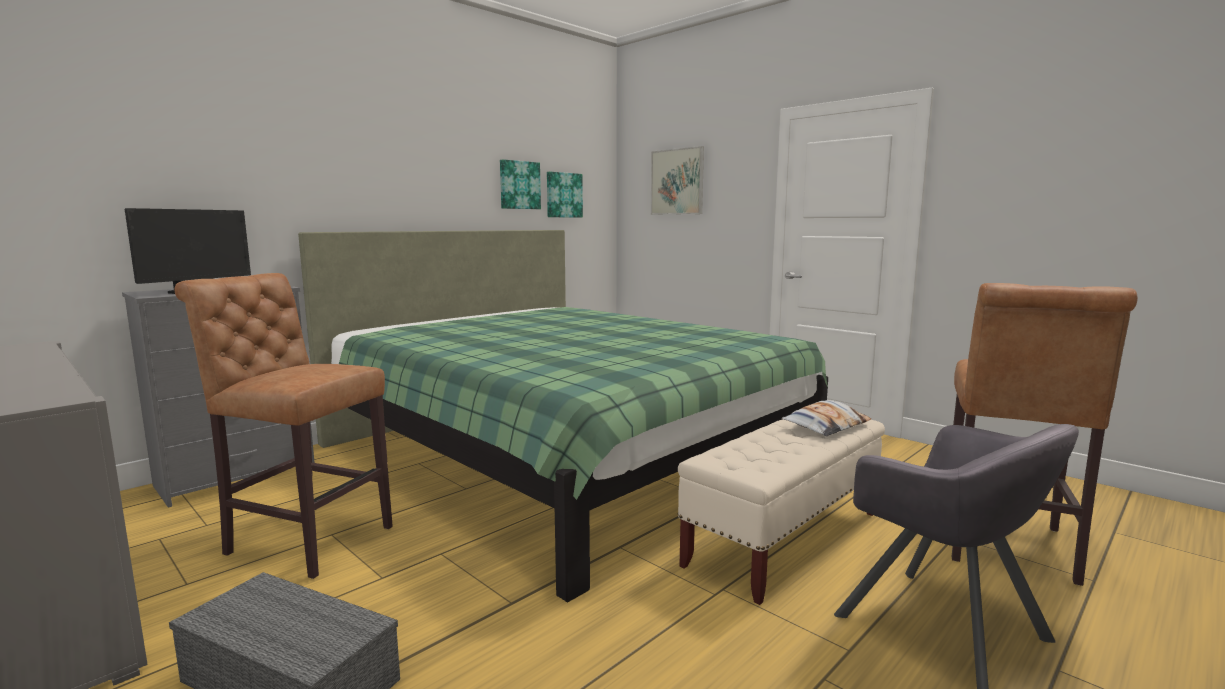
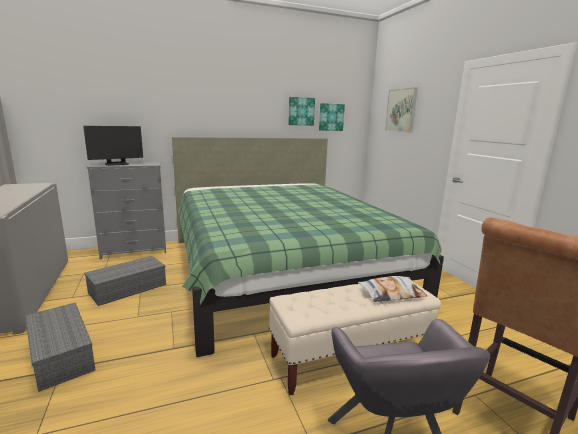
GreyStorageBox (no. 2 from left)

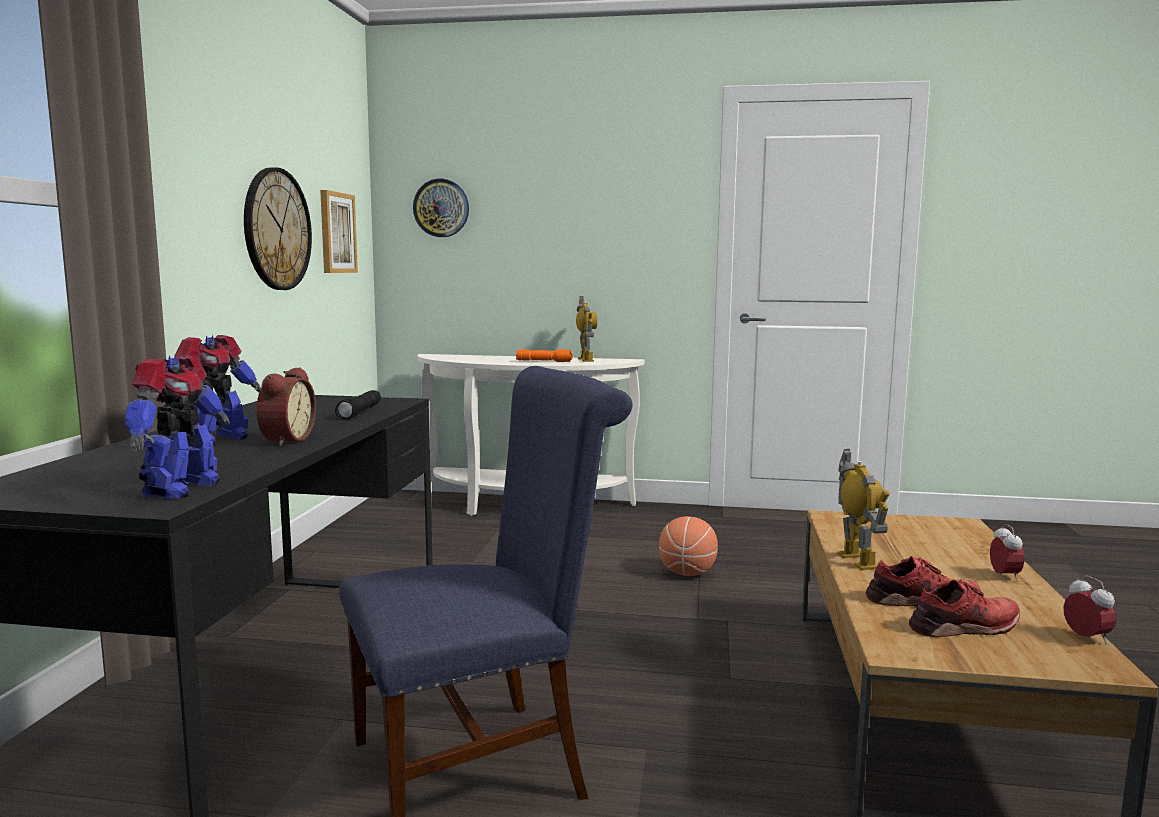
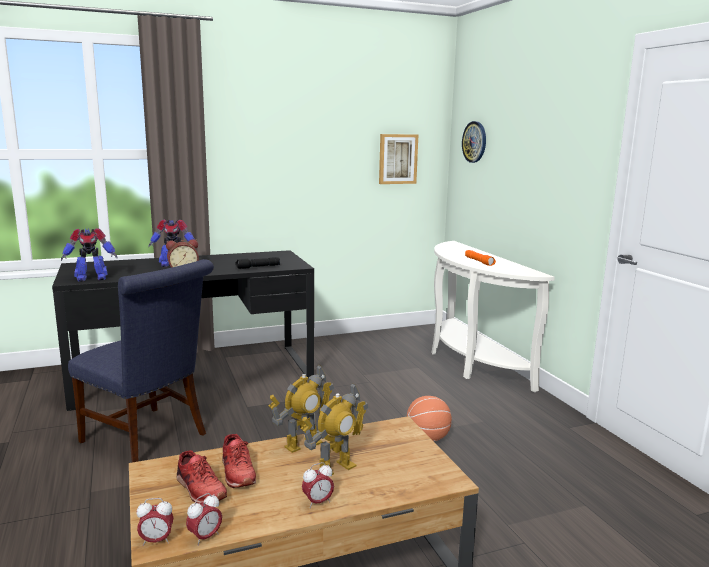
WallClock (no. 1 from left in the first image); ToyRobot (no. 4 from left); AlarmClock (no. 1 from left)

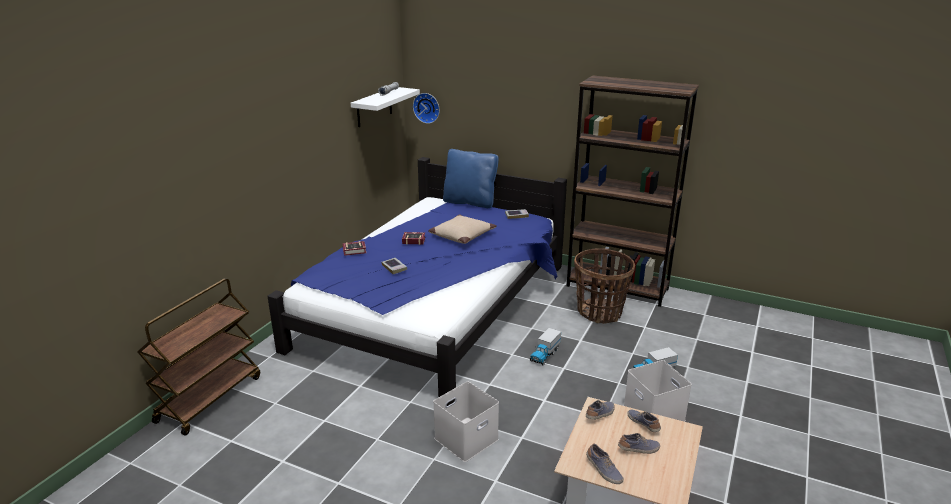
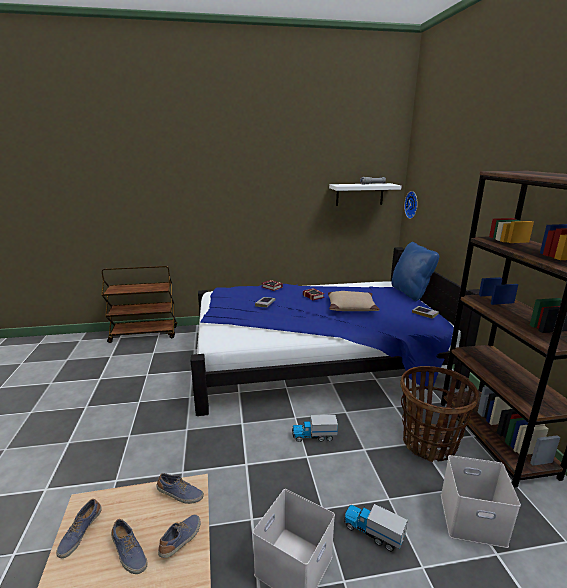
WhiteStorageBox (no. 2 from left)

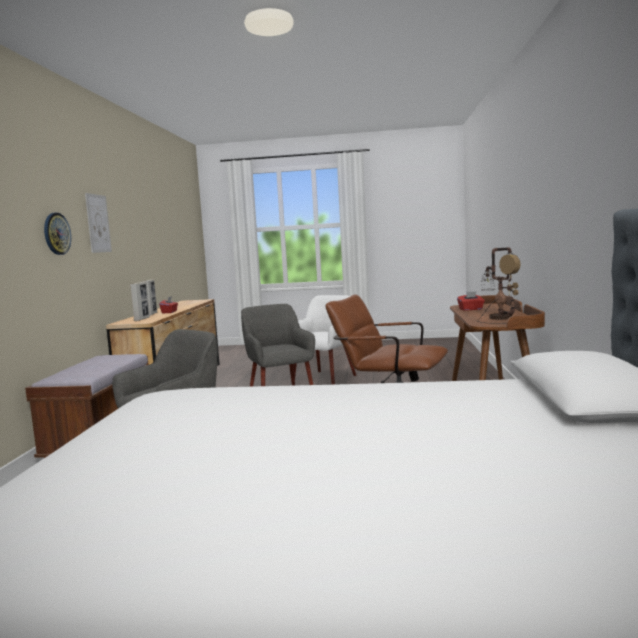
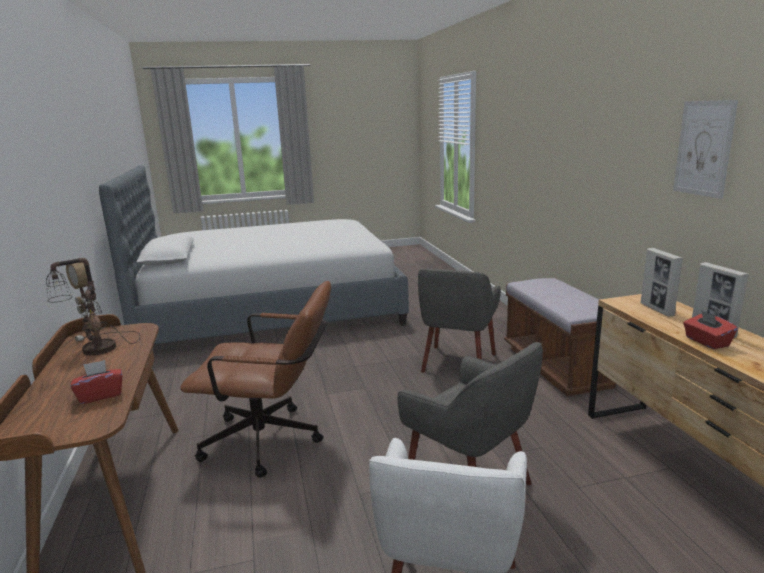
WallClock

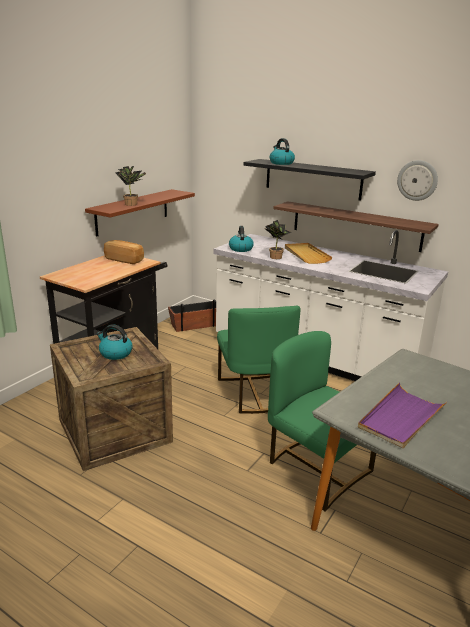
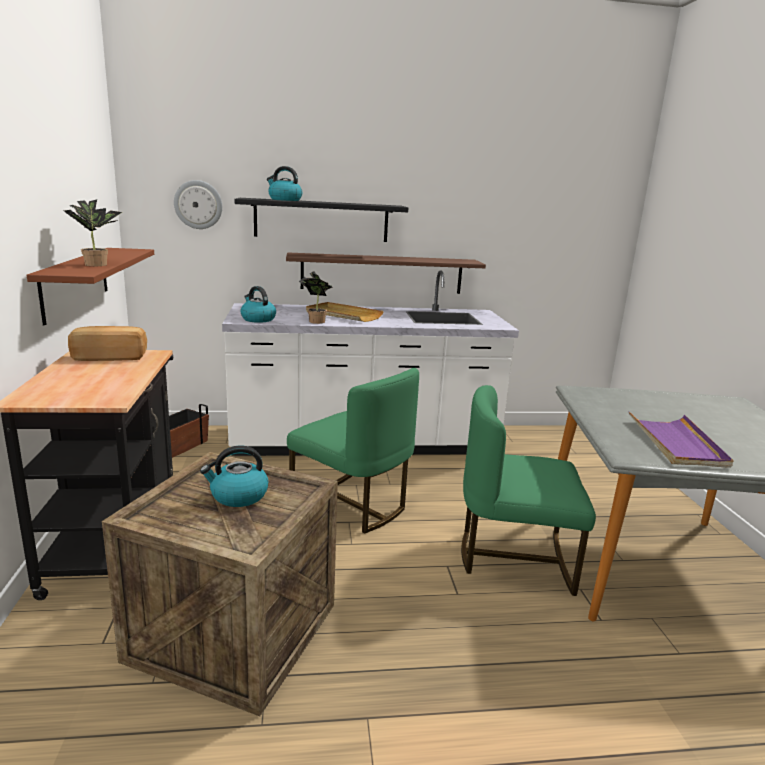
WallClock

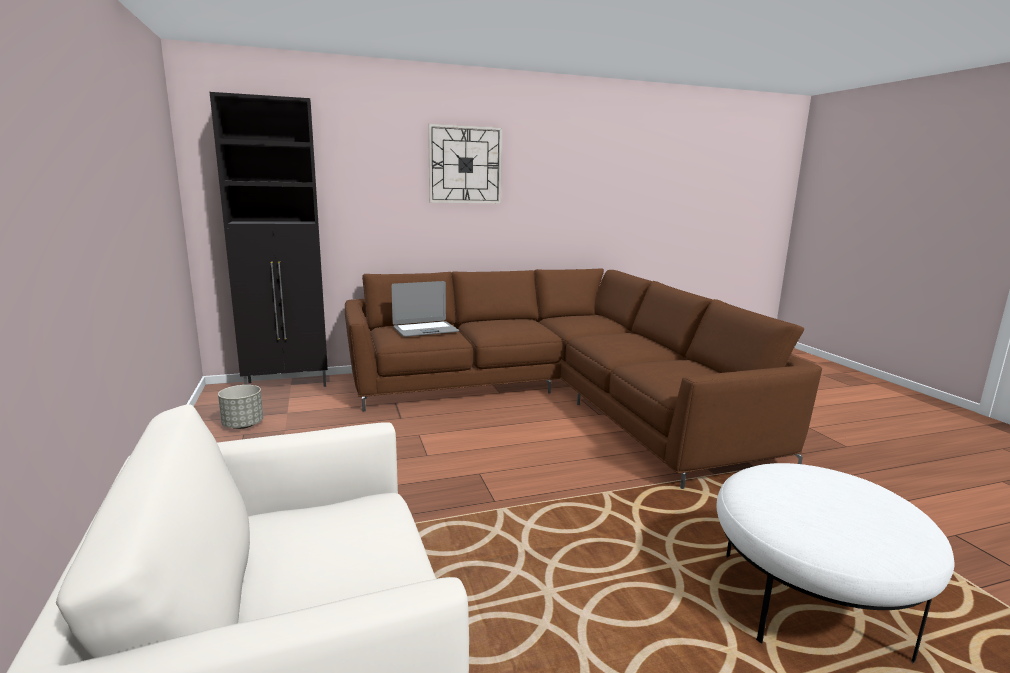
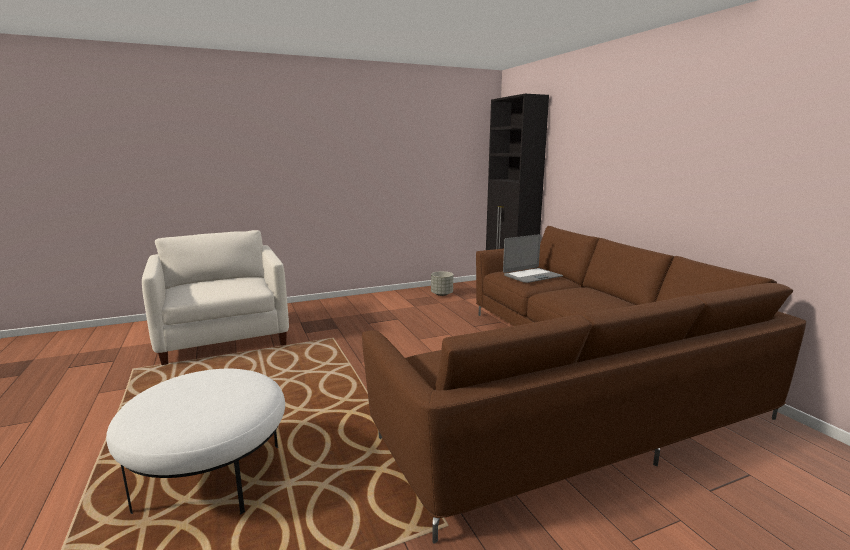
WallClock; Laptop

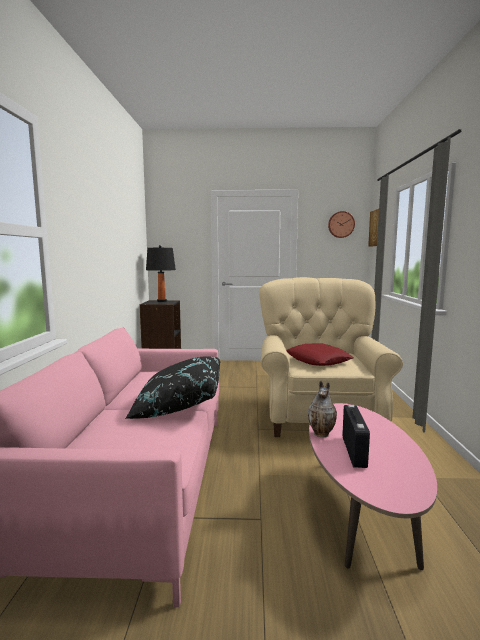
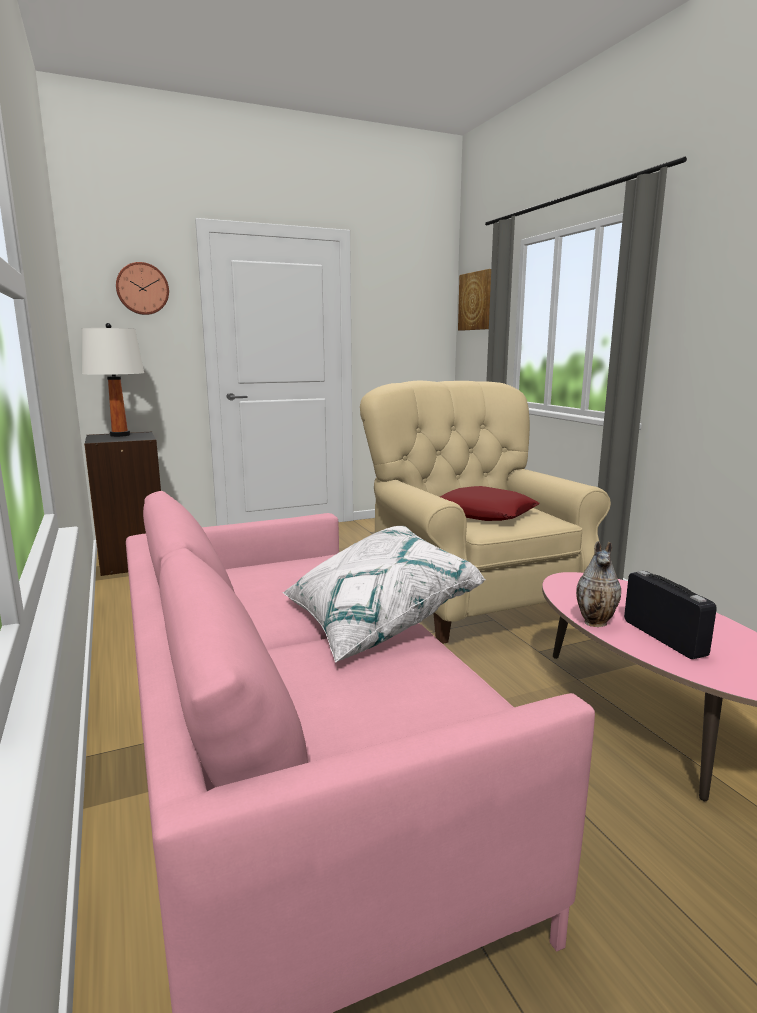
WallClock; WhiteTableLamp; WhitePillow

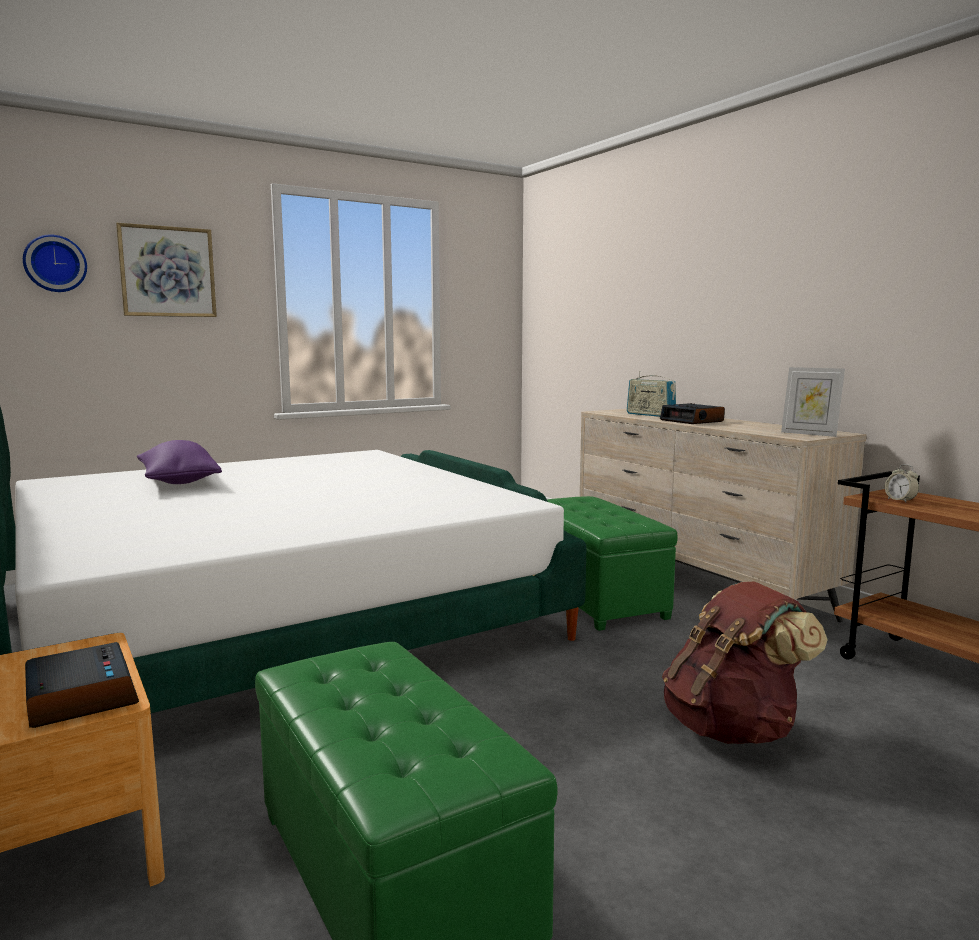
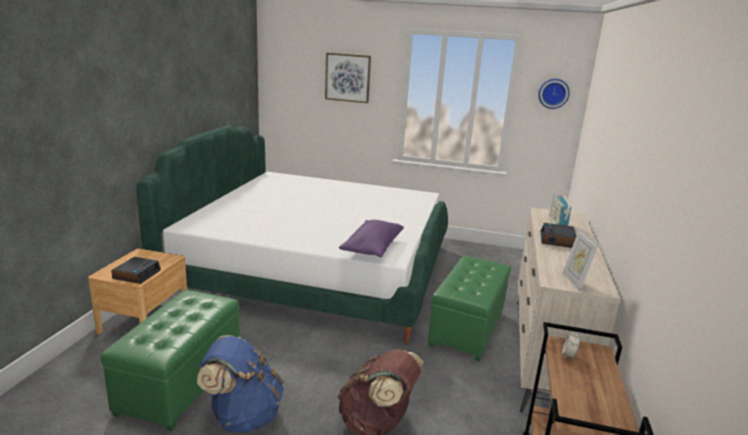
WallClock; PurplePillow; BlueBackpack

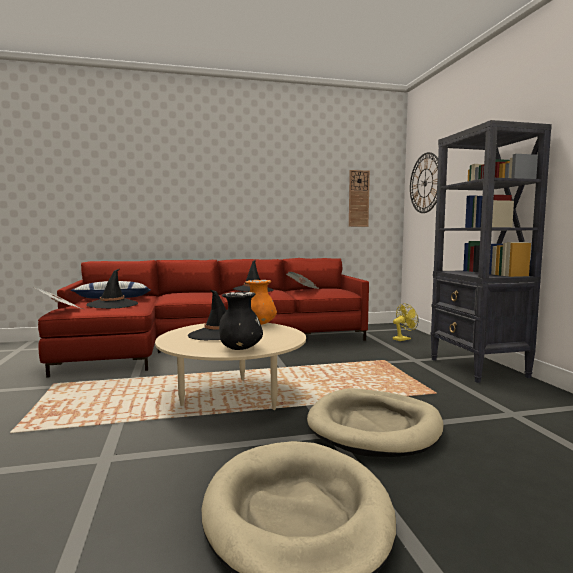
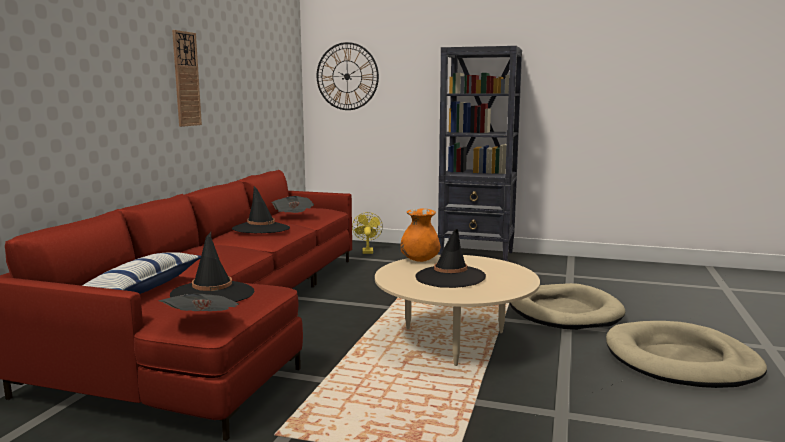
WallClock (no. 1 from left); BlackVase

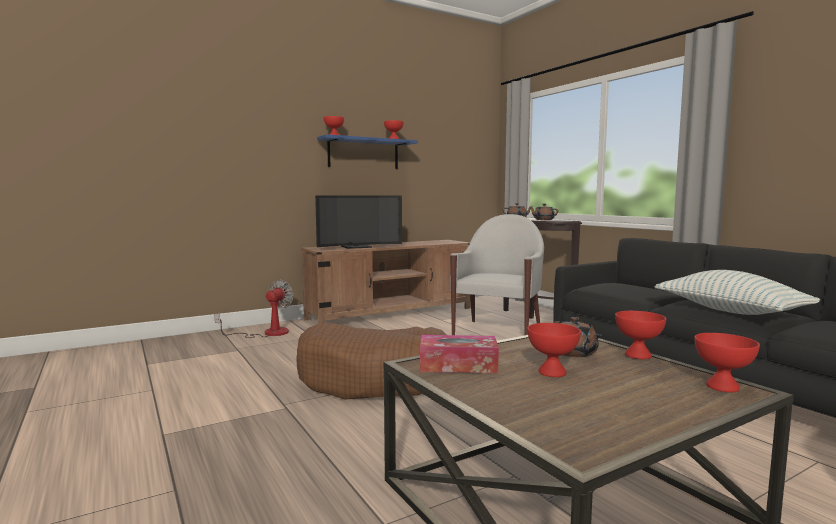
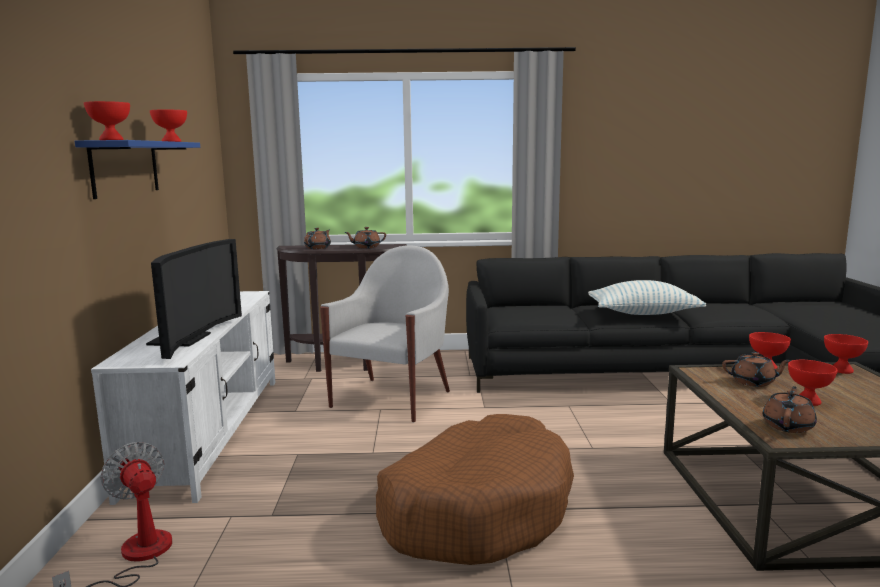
WhiteArmchair; WhiteTvStand; BrownTeapot (no. 4 from left)

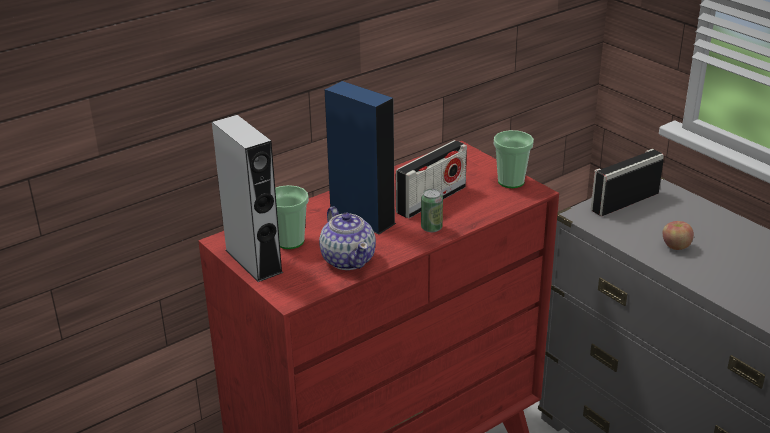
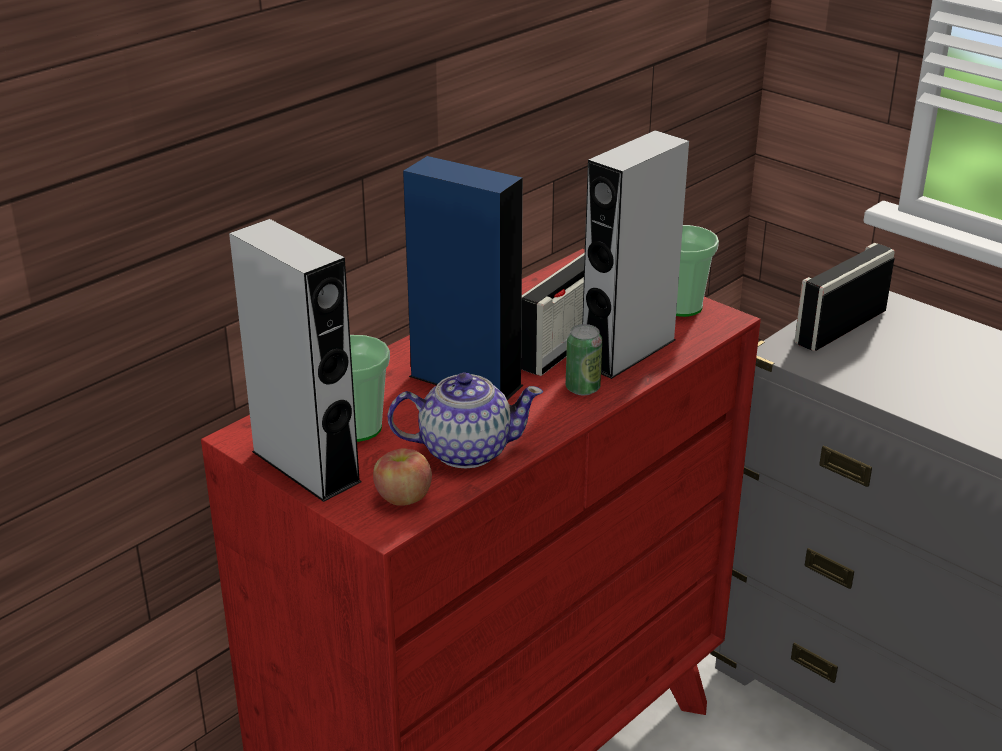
Teapot; Apple; GreySpeaker (no. 2 from left)

